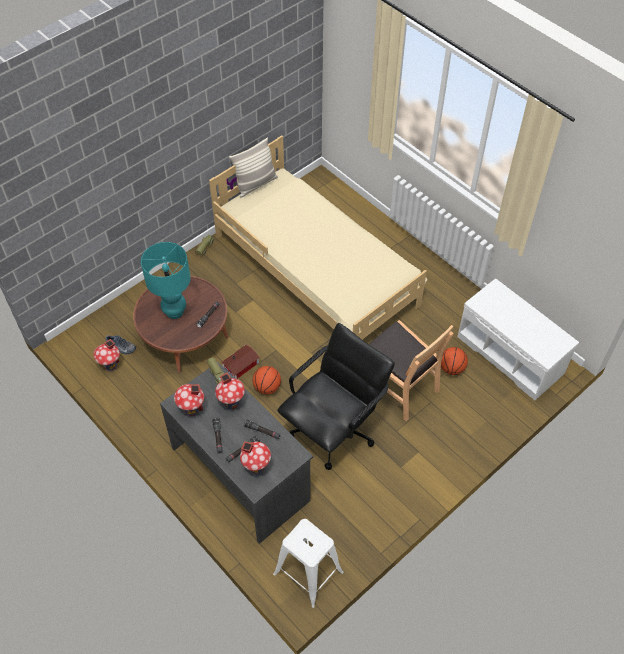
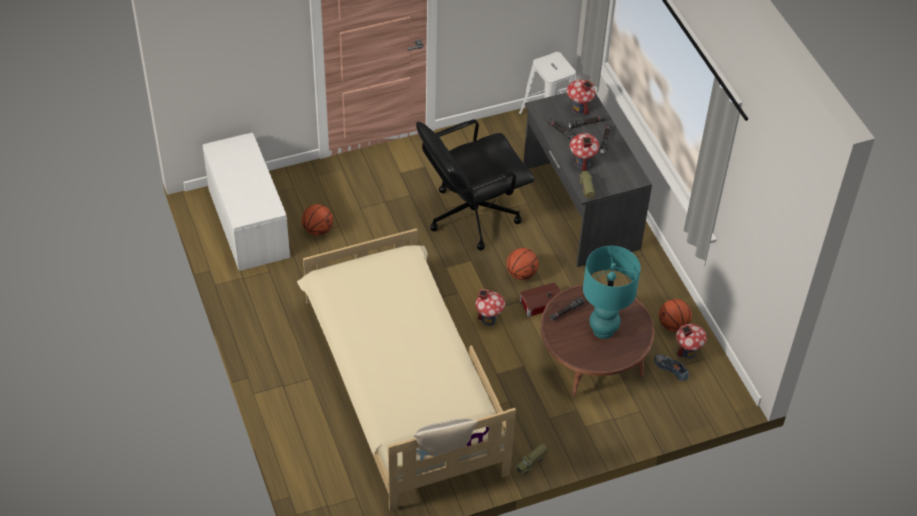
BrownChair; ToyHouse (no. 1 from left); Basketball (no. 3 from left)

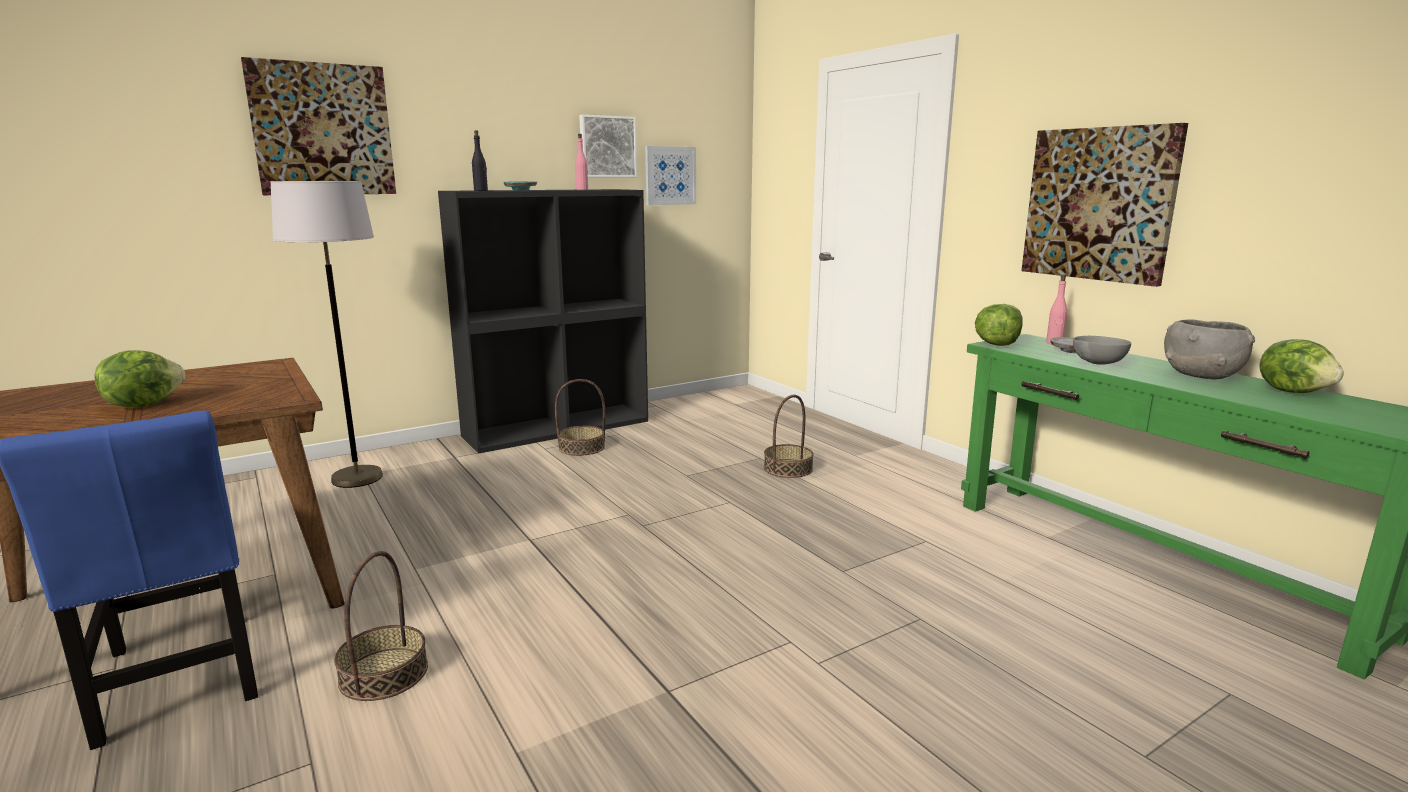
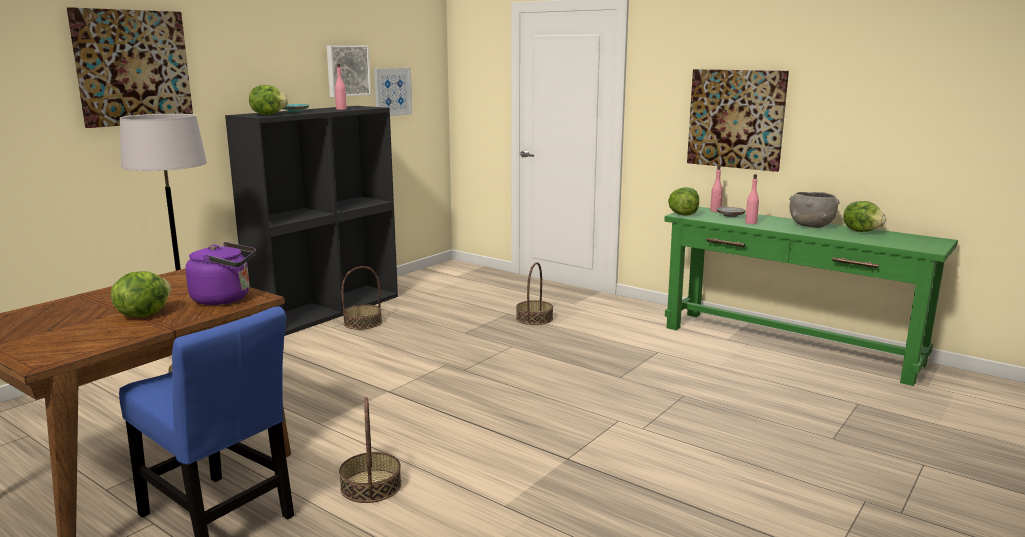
Lettuce (no. 2 from left); PinkBottle (no. 3 from left); PurpleKettle

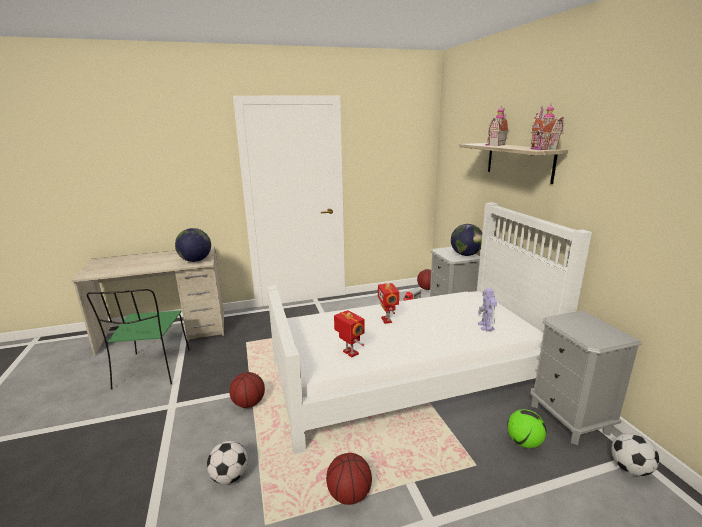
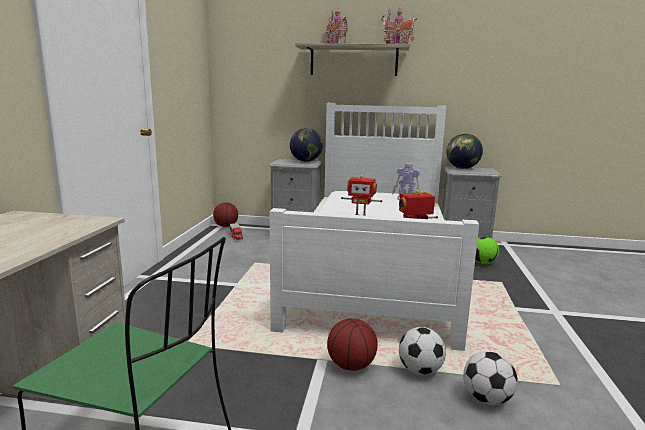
Globe (no. 2 from left); Football (no. 1 from left); Basketball (no. 2 from left in the first image)

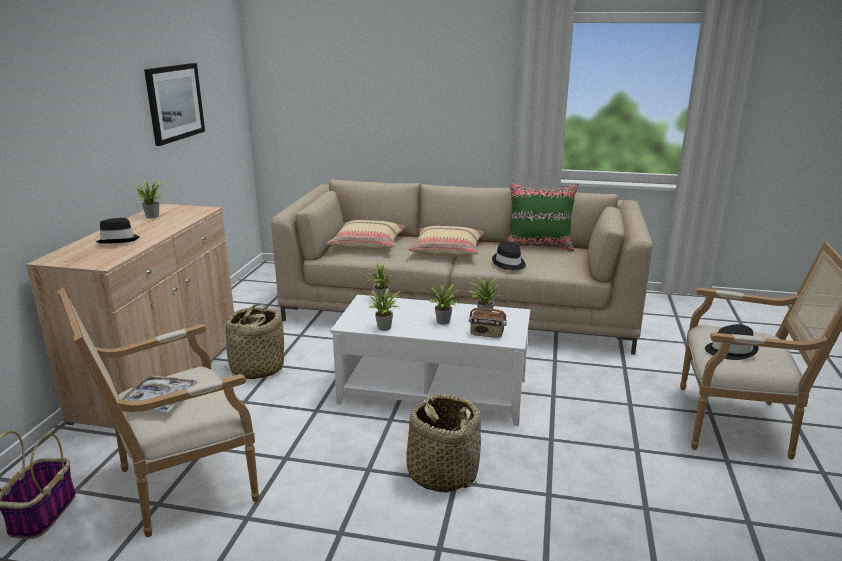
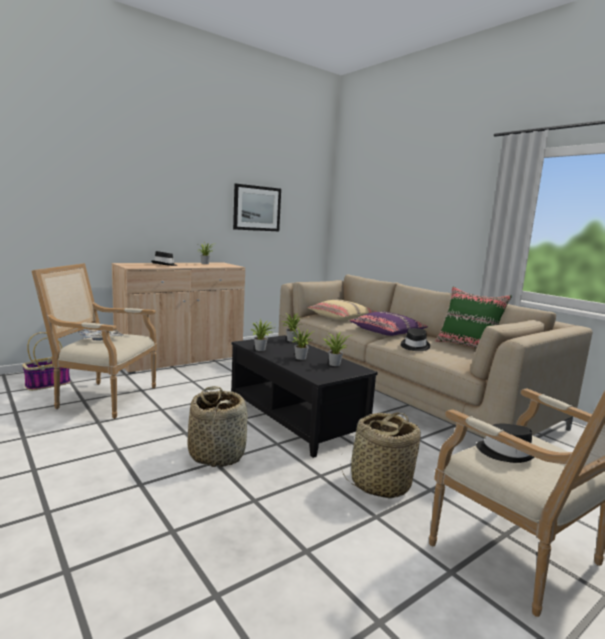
PurplePillow; BlackCoffeeTable; Radio; Basket (no. 3 from left)

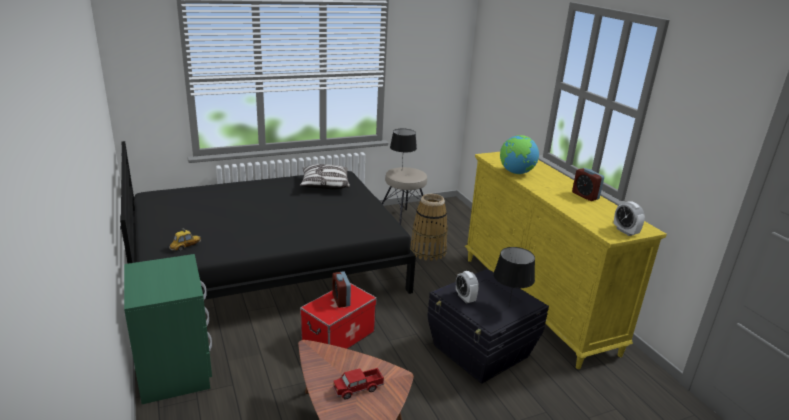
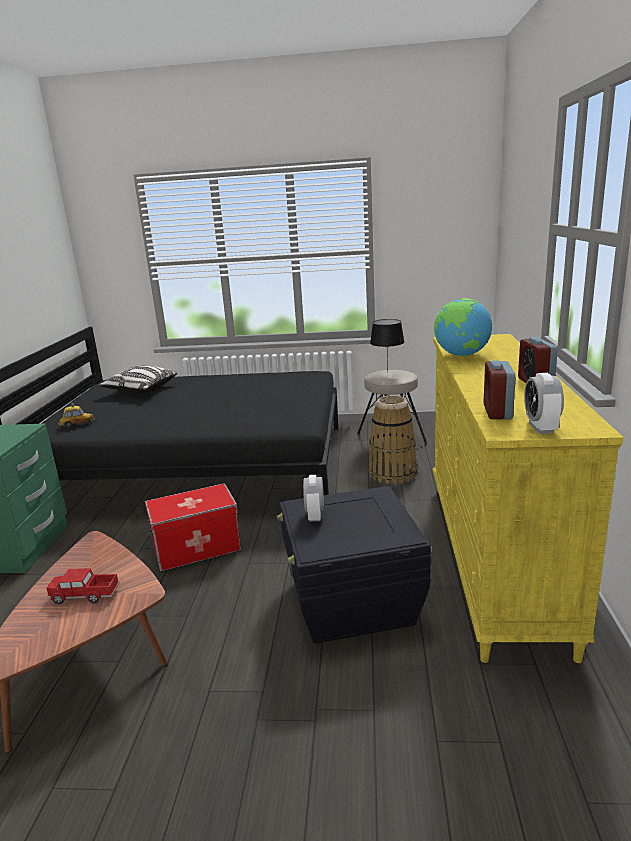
Pillow; BlackTableLamp (no. 2 from left in the first image); AlarmClock (no. 2 from left)

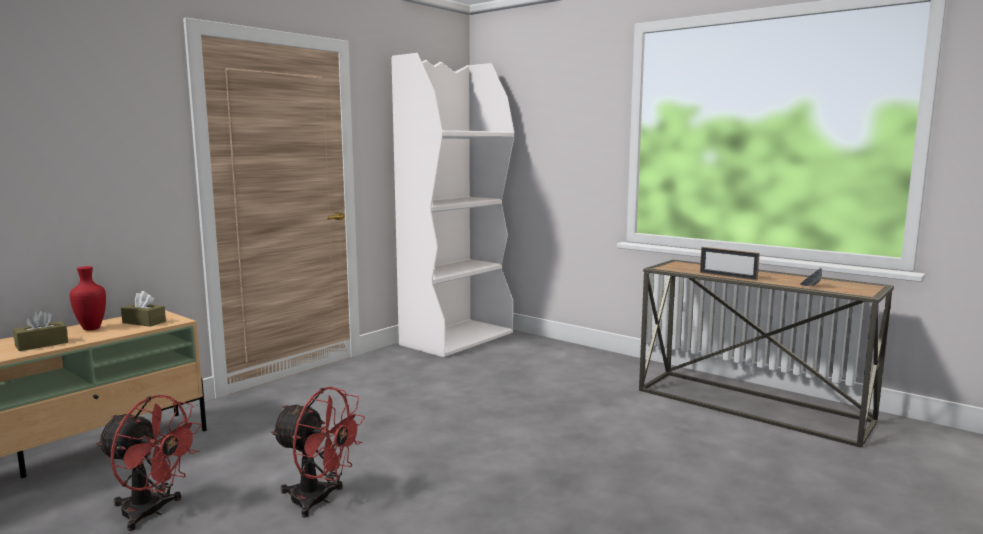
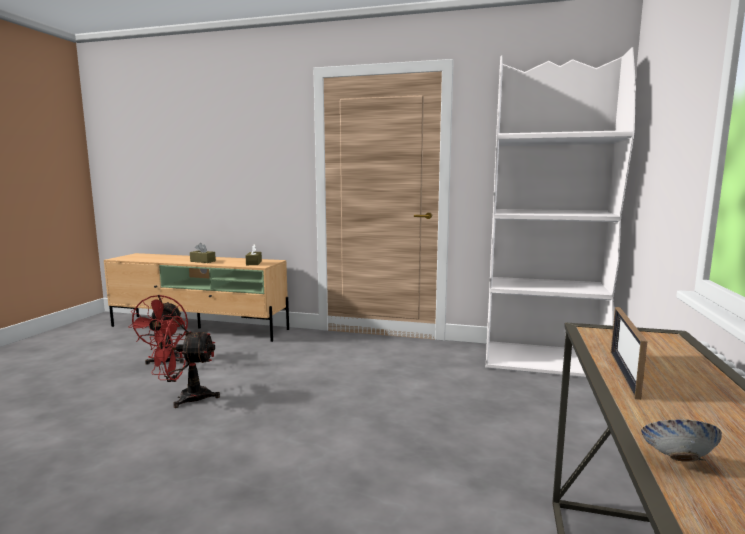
RedVase; RedFan (no. 2 from left)

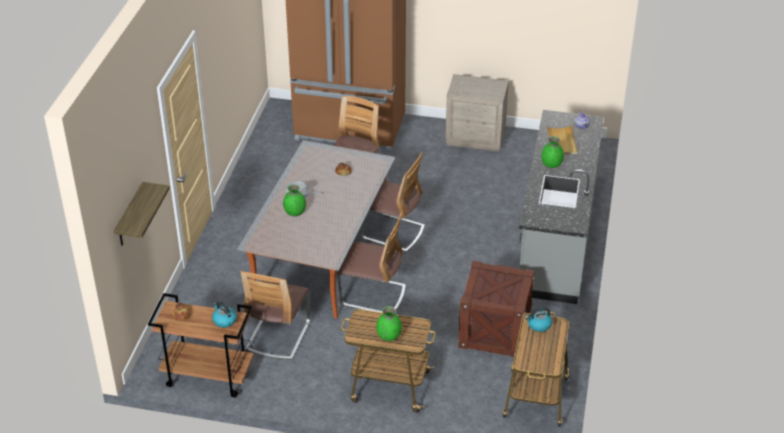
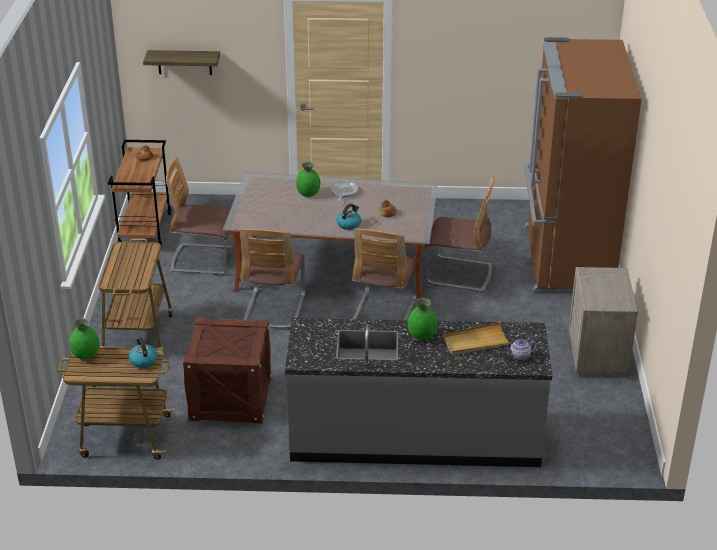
Kettle (no. 2 from left); GreenVase (no. 1 from left)

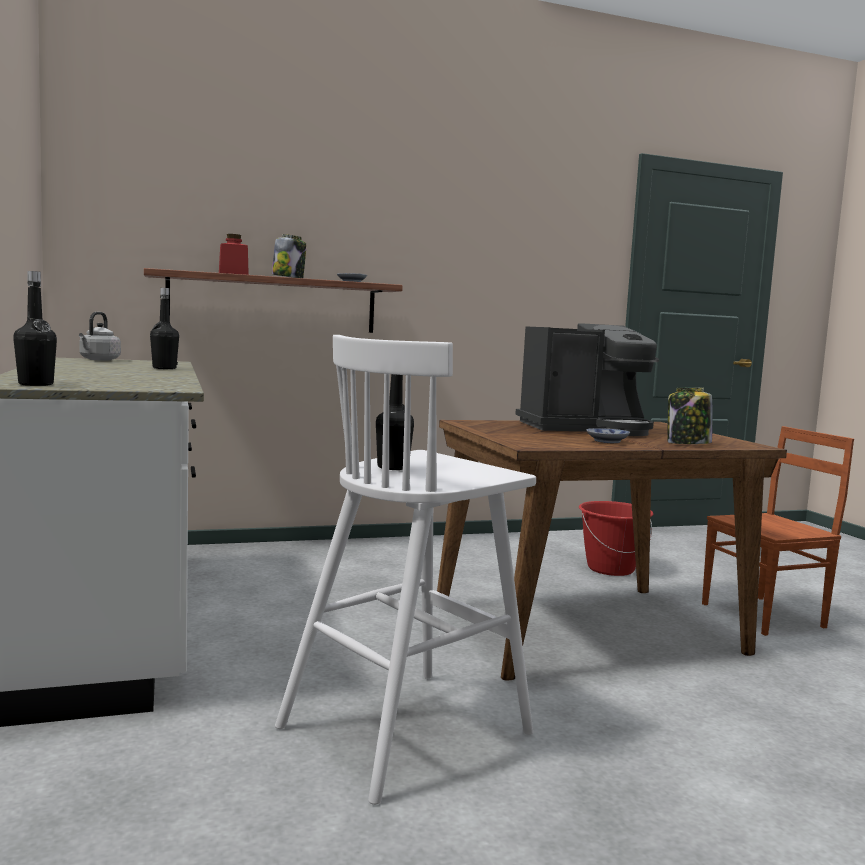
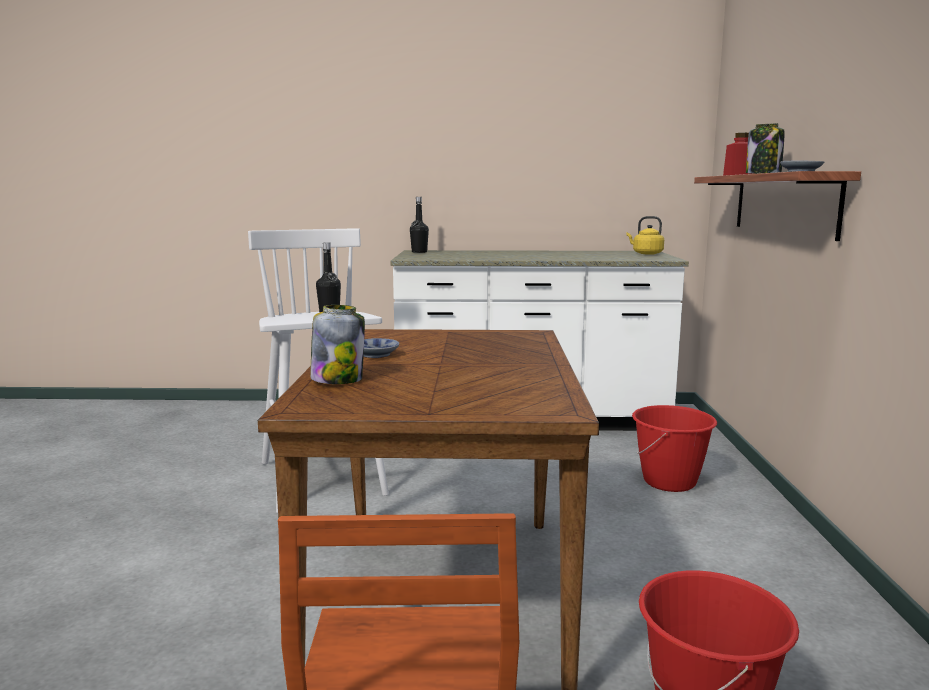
BlackBottle (no. 2 from left in the first image); YellowKettle; CoffeeMachine; RedBucket (no. 1 from left)

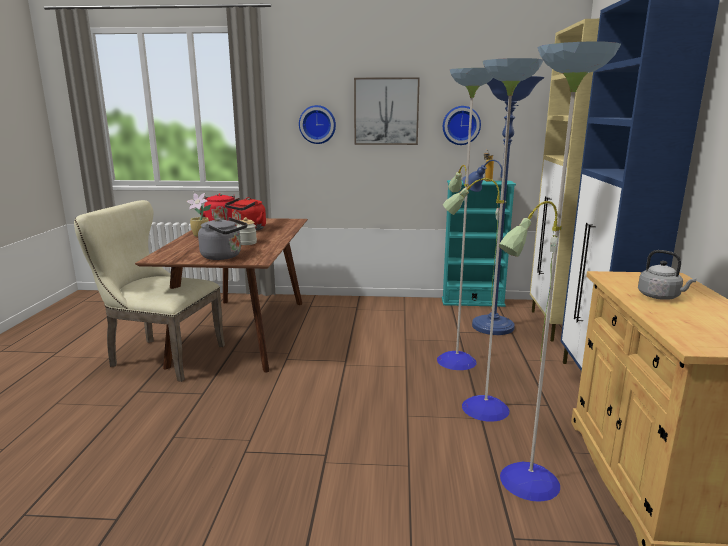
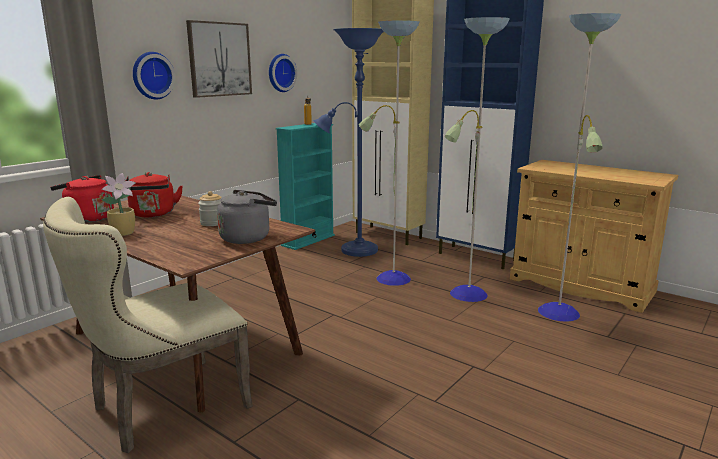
GreyKettle (no. 2 from left in the first image)

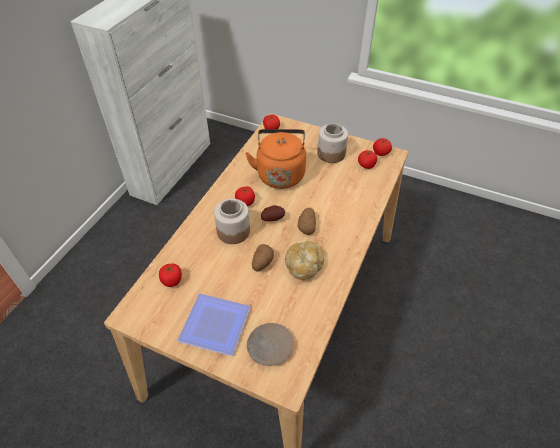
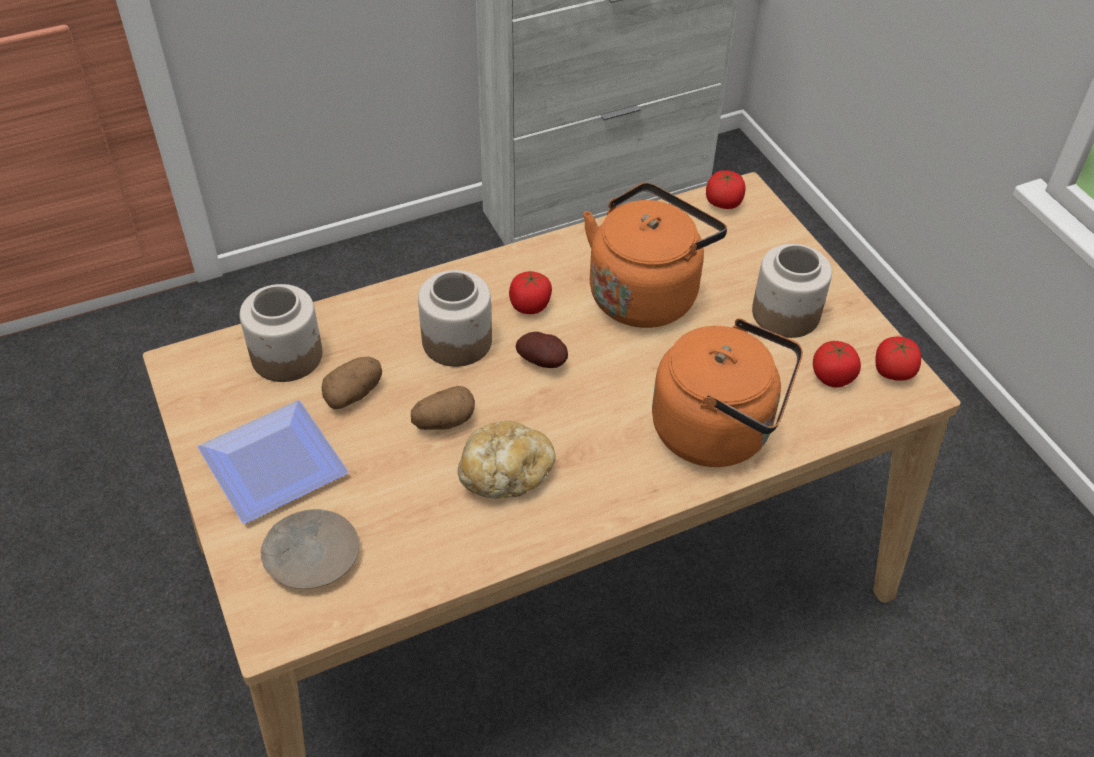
Potato (no. 1 from left); Jar (no. 1 from left); OrangeKettle (no. 2 from left)

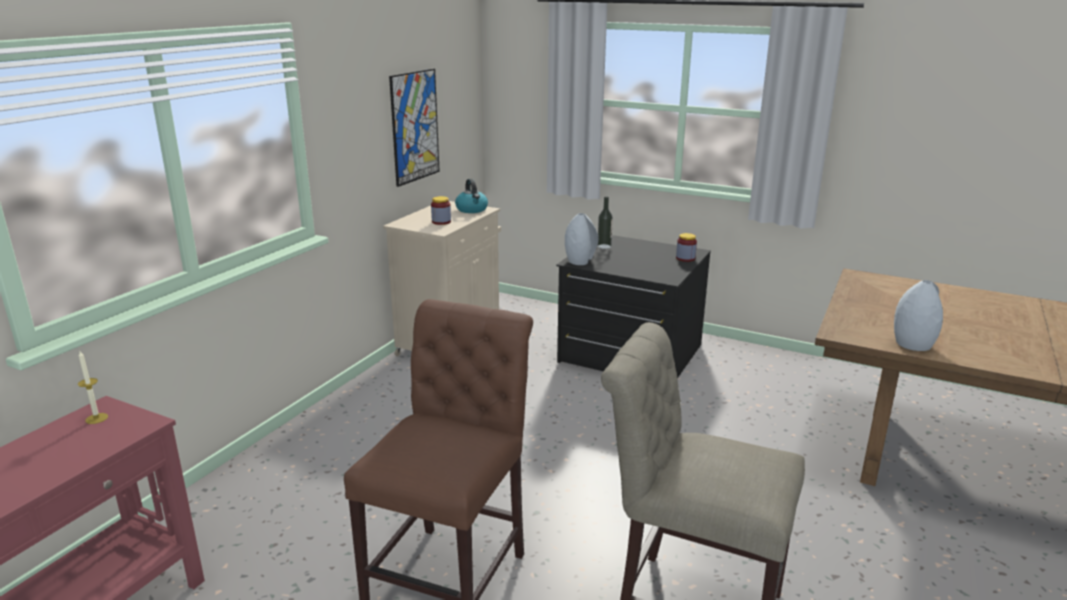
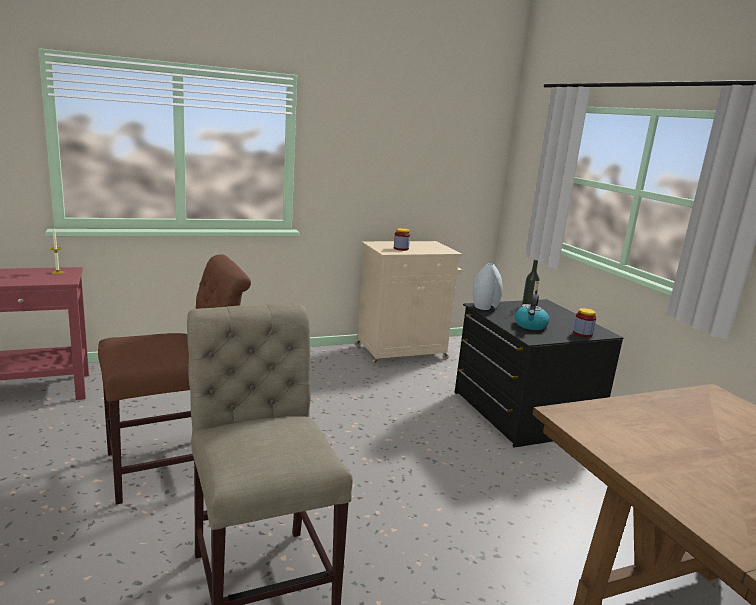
Picture; Kettle; GreyVase (no. 2 from left in the first image)

